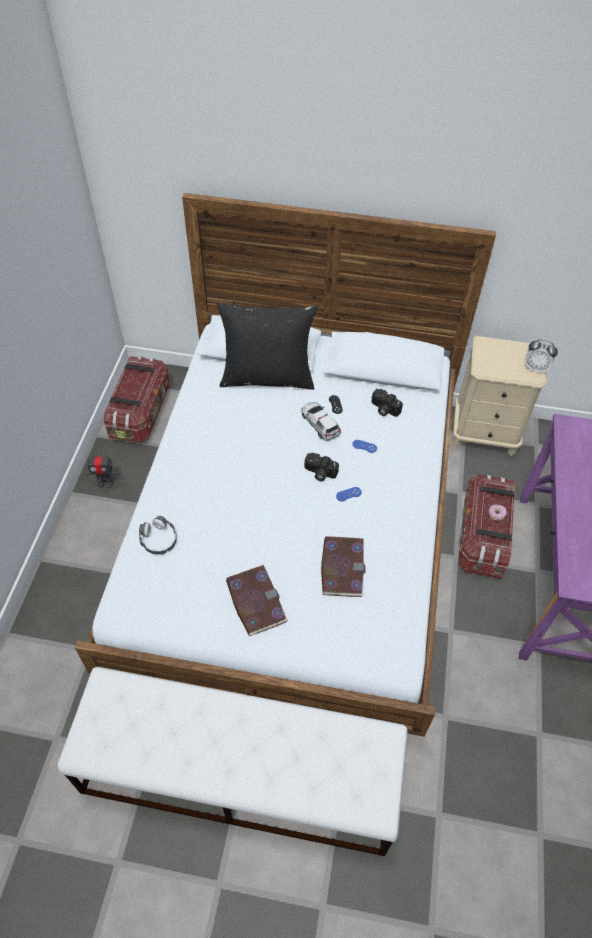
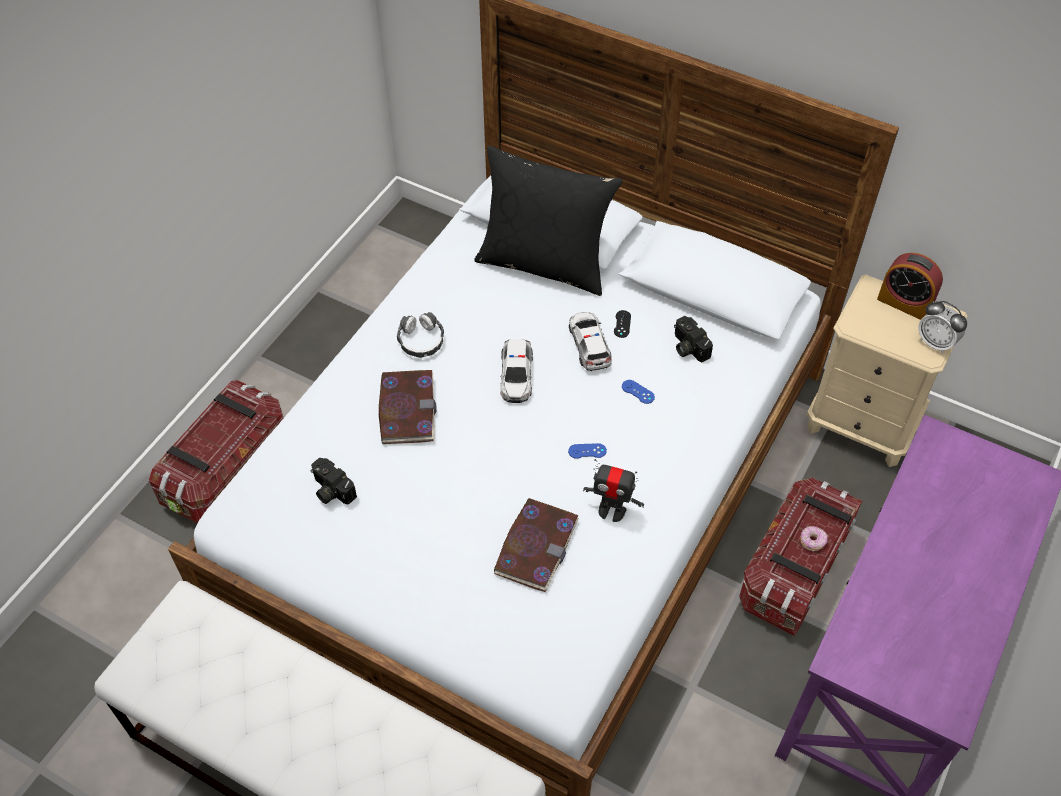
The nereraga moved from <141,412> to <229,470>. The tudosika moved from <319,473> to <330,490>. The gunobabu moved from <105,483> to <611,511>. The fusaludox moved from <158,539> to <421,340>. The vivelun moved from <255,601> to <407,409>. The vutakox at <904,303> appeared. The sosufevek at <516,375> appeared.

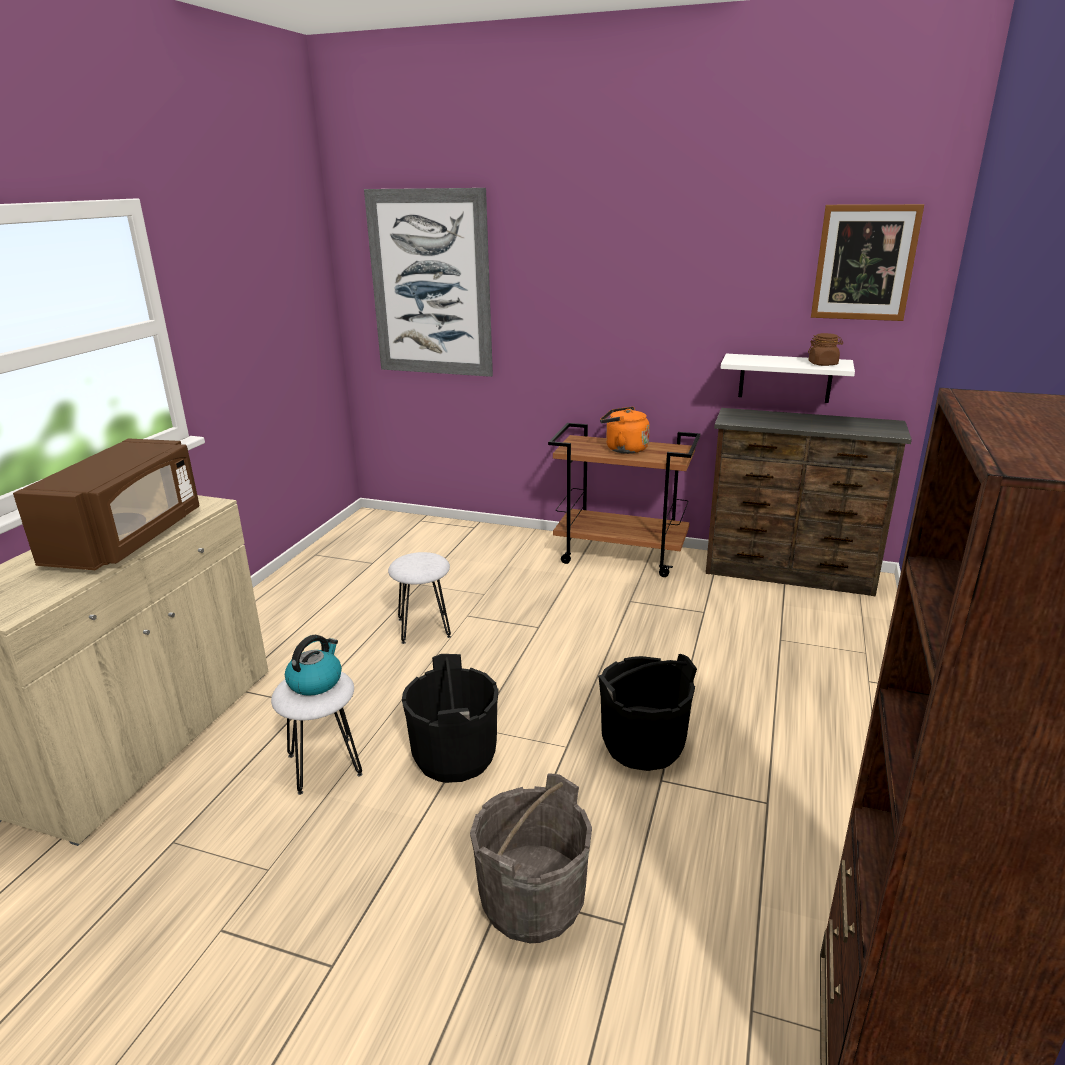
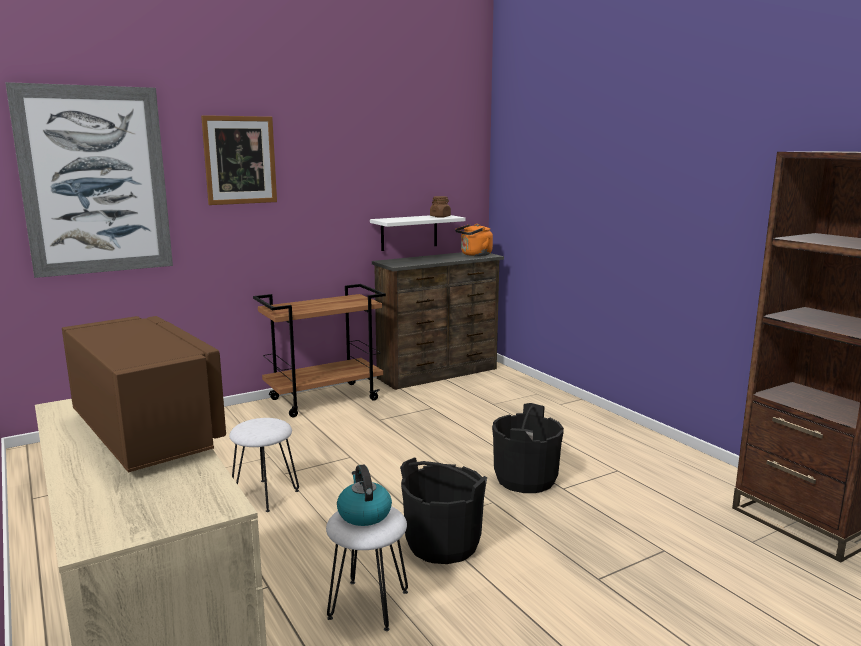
The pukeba moved from <864,263> to <240,160>. The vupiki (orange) moved from <623,449> to <474,255>. The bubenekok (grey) at <533,901> disappeared.

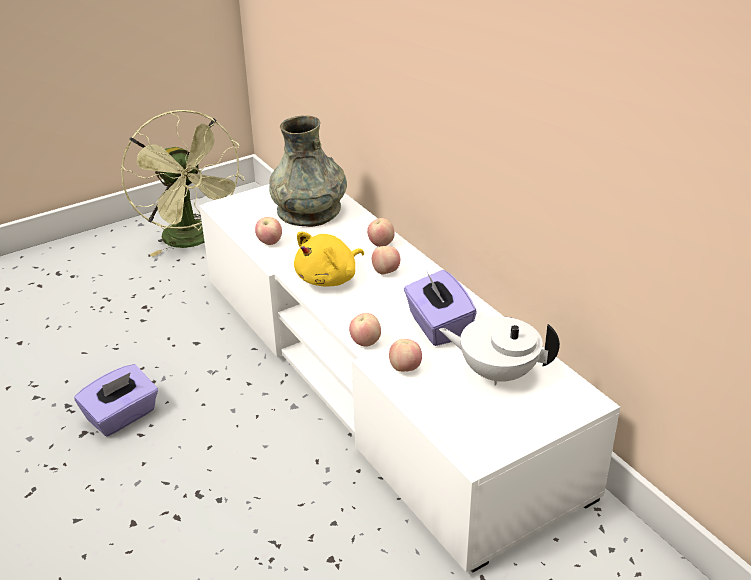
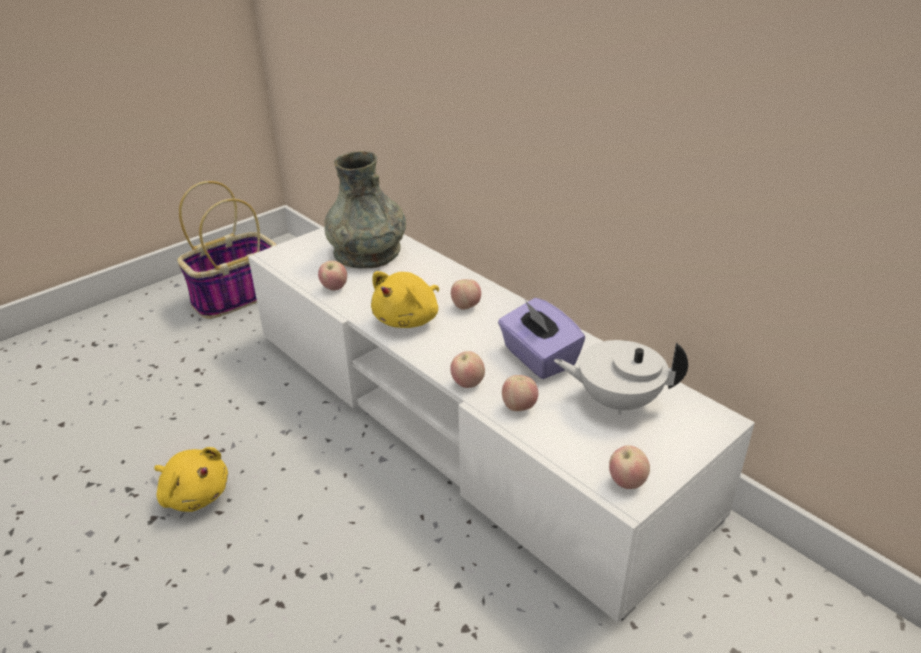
The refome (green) at <194,240> was replaced by the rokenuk at <237,296>. The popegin moved from <381,244> to <626,482>. The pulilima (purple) at <122,416> was replaced by the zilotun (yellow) at <194,494>.

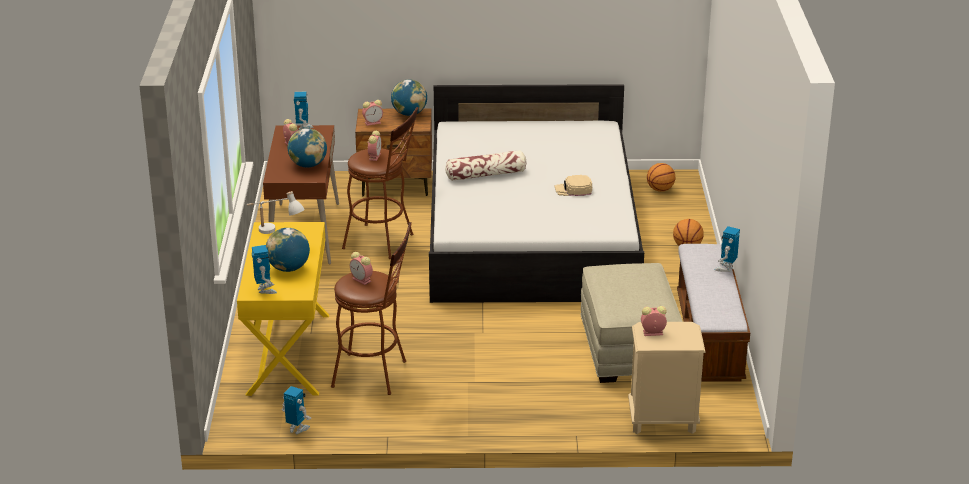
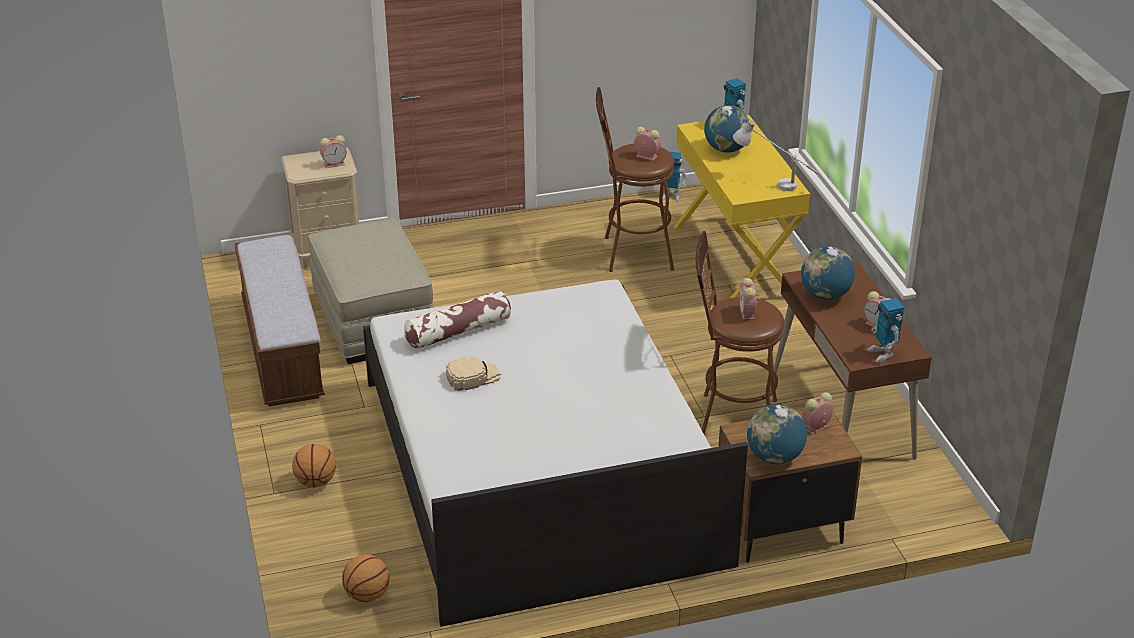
The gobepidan moved from <486,174> to <458,331>. The gunobabu at <726,268> disappeared.

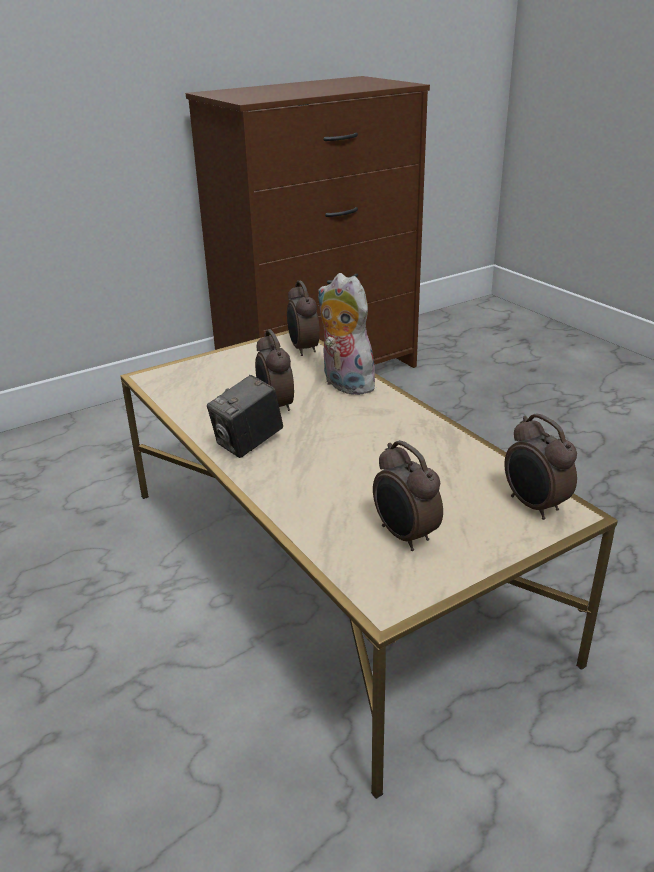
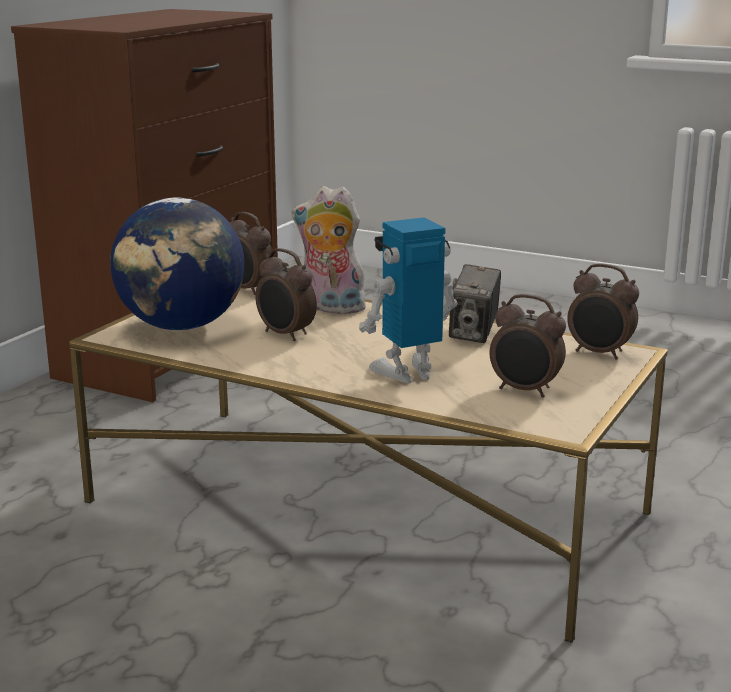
The tudosika moved from <248,444> to <473,334>. The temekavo at <182,327> appeared. The gunobabu at <407,373> appeared.

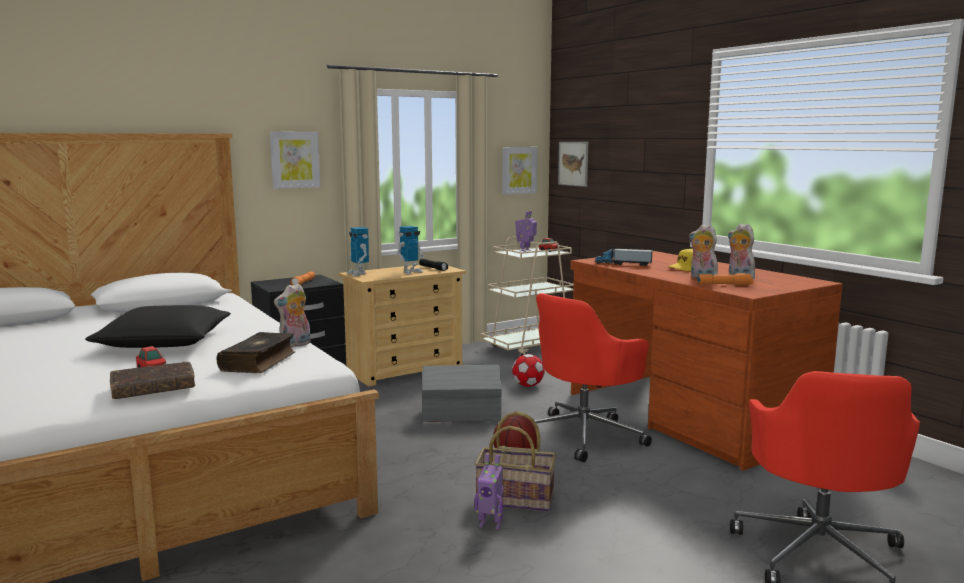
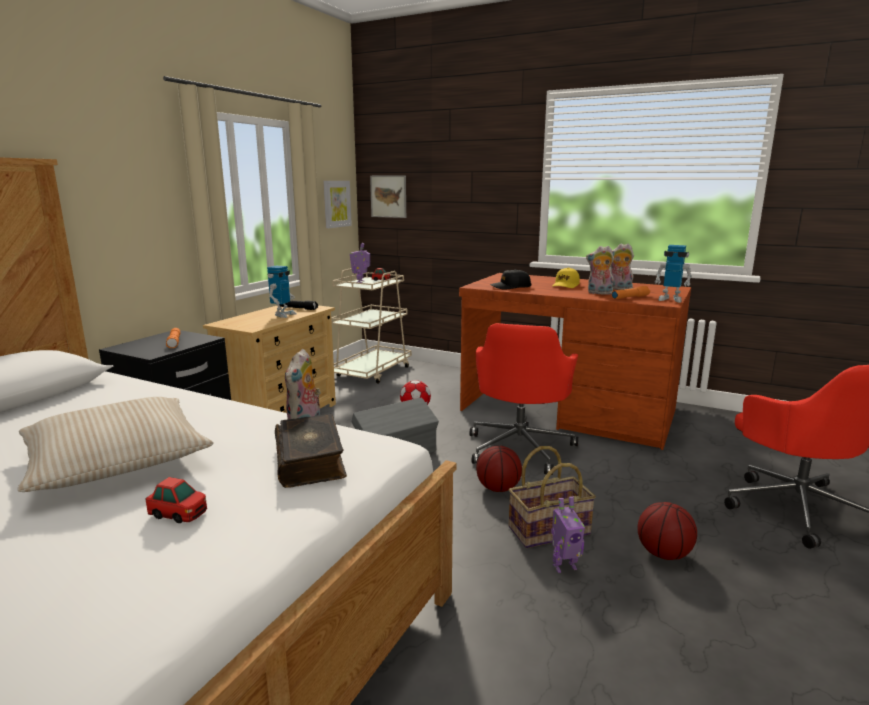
The pukeba at <294,159> disappeared. The gunobabu moved from <358,274> to <670,299>. The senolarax at <623,264> was replaced by the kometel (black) at <510,287>. The gobepidan (black) at <164,342> became the gobepidan (beige) at <116,459>. The vivelun (brown) at <153,389> disappeared. The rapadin at <664,554> appeared.

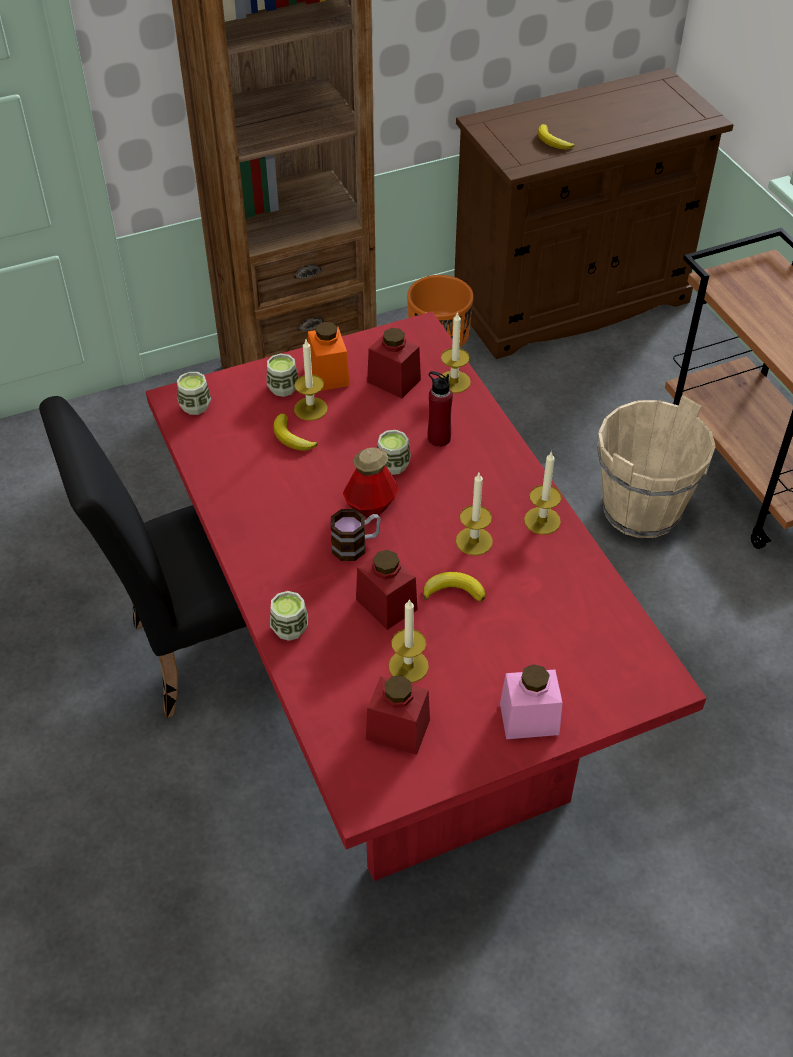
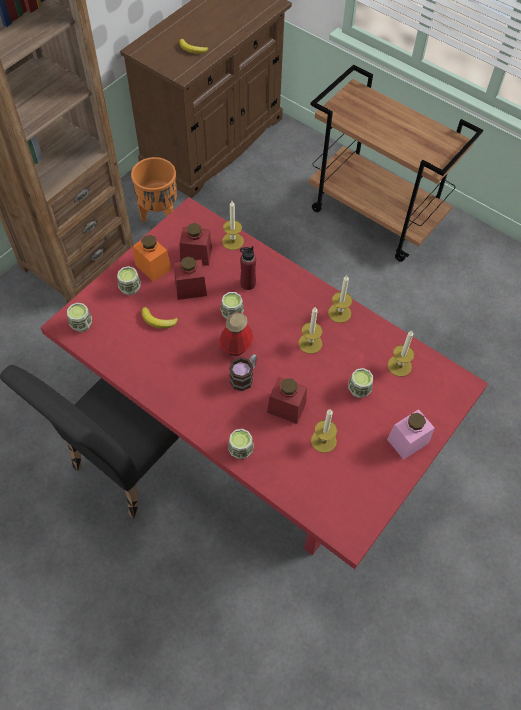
The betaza moved from <310,409> to <399,366>. The bubenekok (beige) at <641,510> disappeared. The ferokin at <453,591> disappeared. The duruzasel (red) moved from <398,730> to <190,288>. The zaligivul at <359,389> appeared.

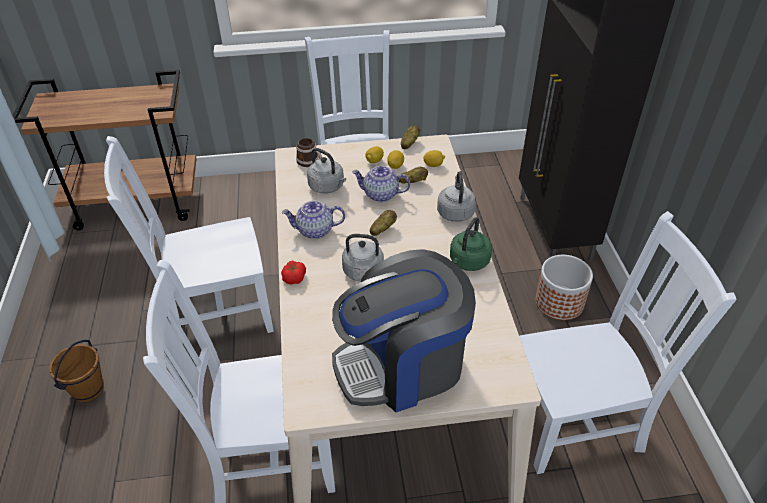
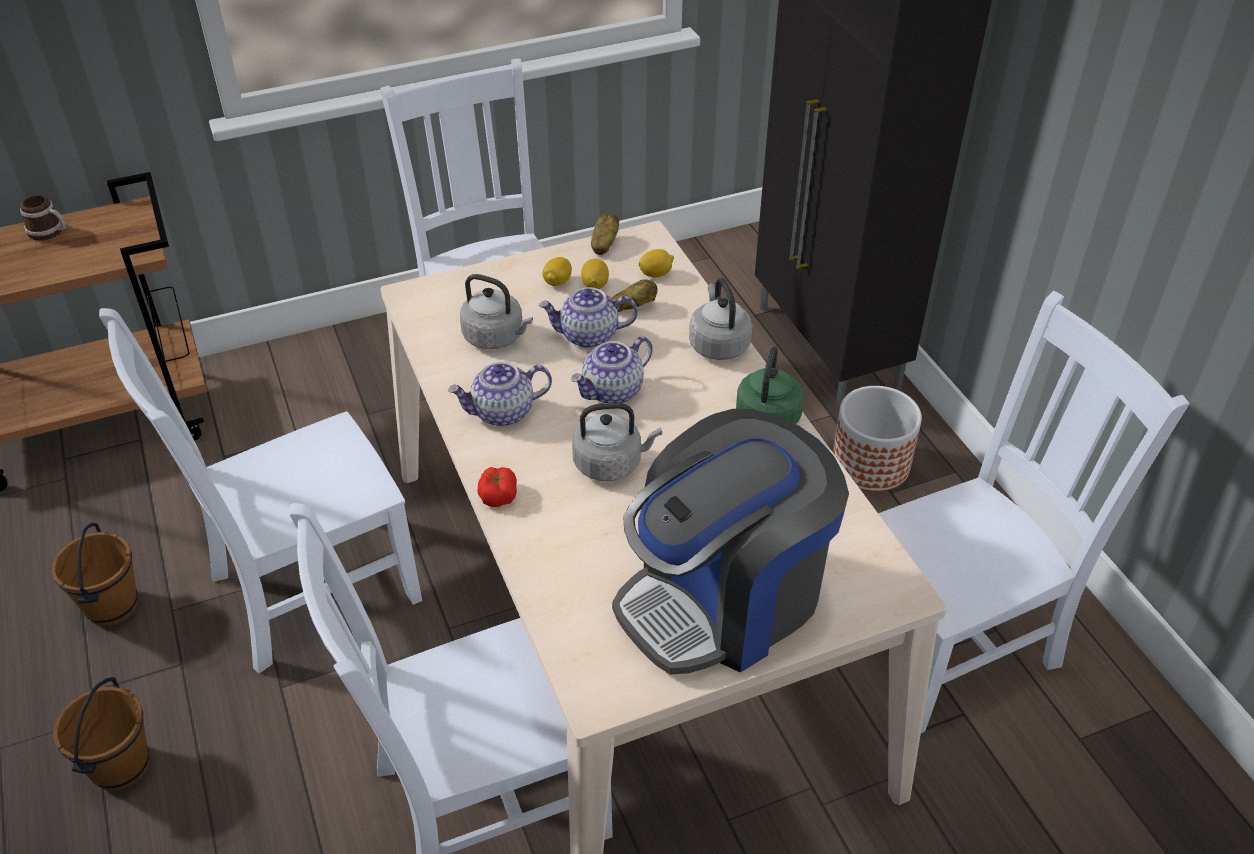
The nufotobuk moved from <310,162> to <50,232>. The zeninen at <382,229> was replaced by the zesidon at <613,392>. The bubenekok (brown) at <111,607> appeared.

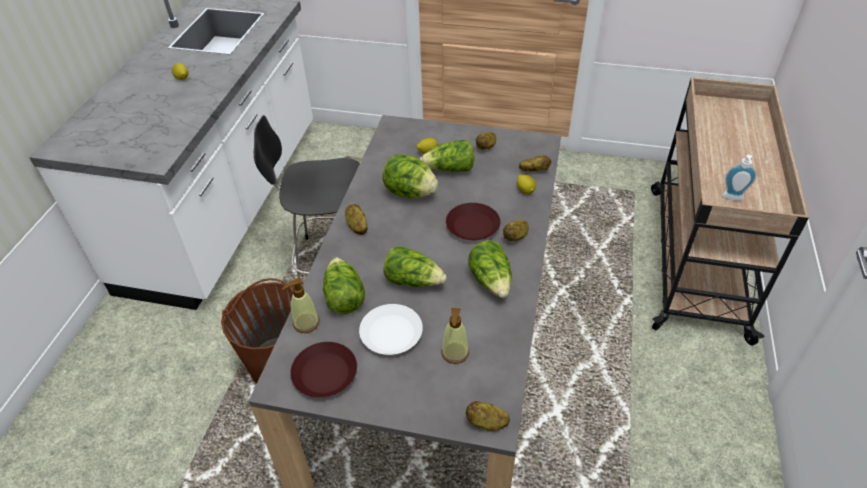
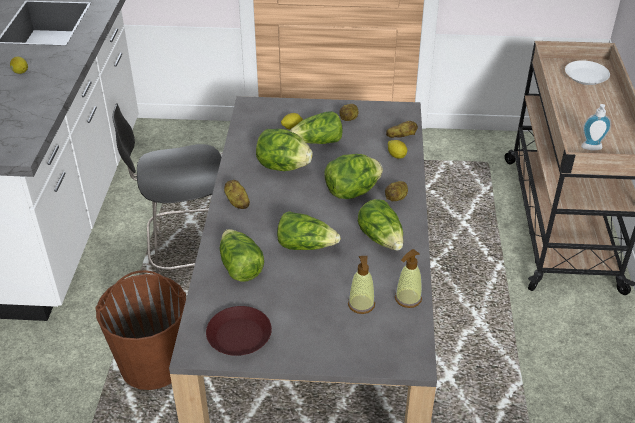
The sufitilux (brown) at <472,226> was replaced by the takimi at <352,192>. The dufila moved from <306,323> to <408,298>. The sufitilux (white) moved from <390,333> to <585,77>. The zeninen at <487,423> disappeared.

